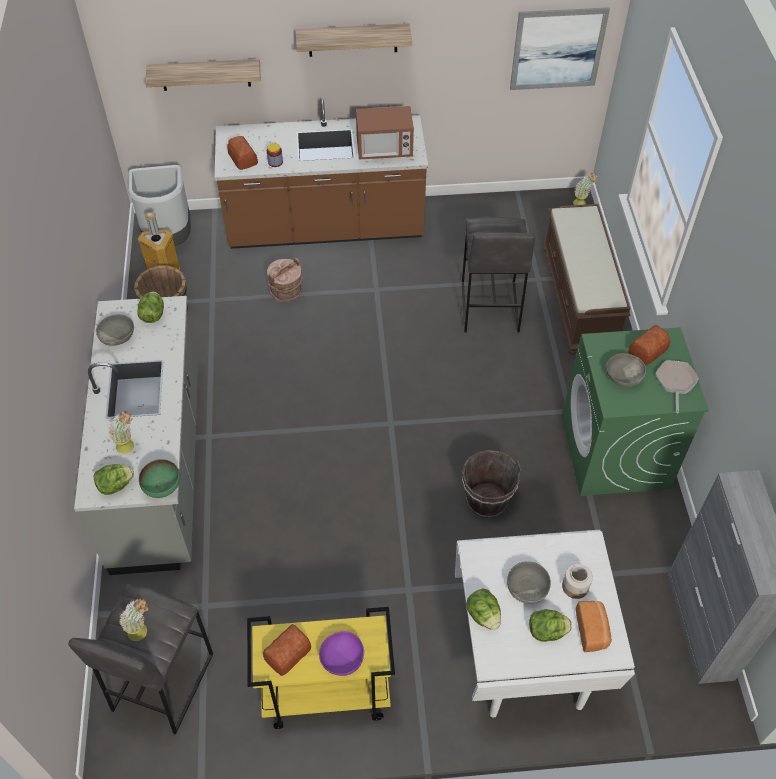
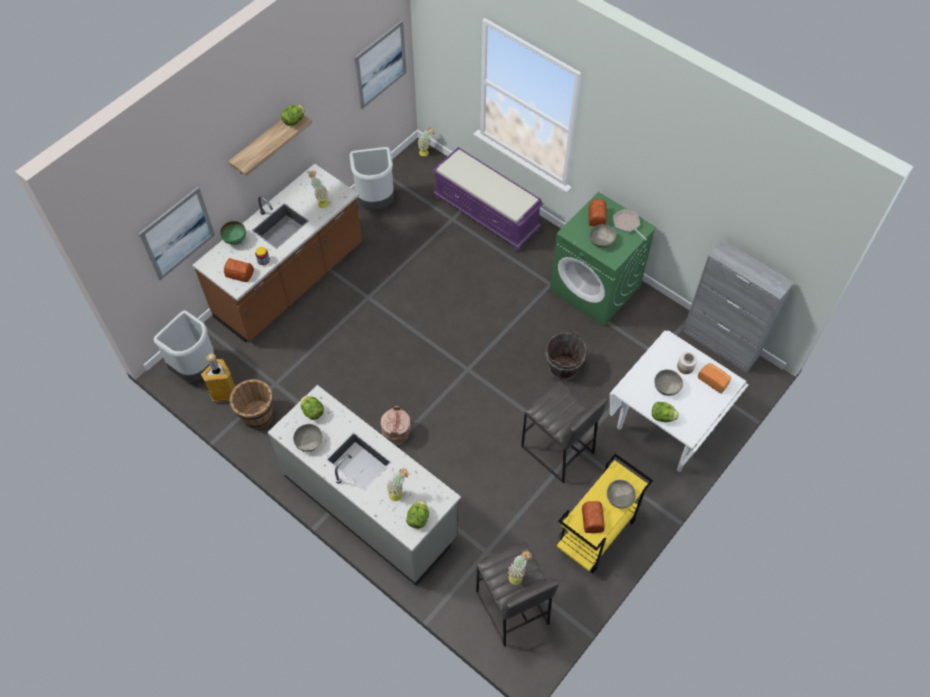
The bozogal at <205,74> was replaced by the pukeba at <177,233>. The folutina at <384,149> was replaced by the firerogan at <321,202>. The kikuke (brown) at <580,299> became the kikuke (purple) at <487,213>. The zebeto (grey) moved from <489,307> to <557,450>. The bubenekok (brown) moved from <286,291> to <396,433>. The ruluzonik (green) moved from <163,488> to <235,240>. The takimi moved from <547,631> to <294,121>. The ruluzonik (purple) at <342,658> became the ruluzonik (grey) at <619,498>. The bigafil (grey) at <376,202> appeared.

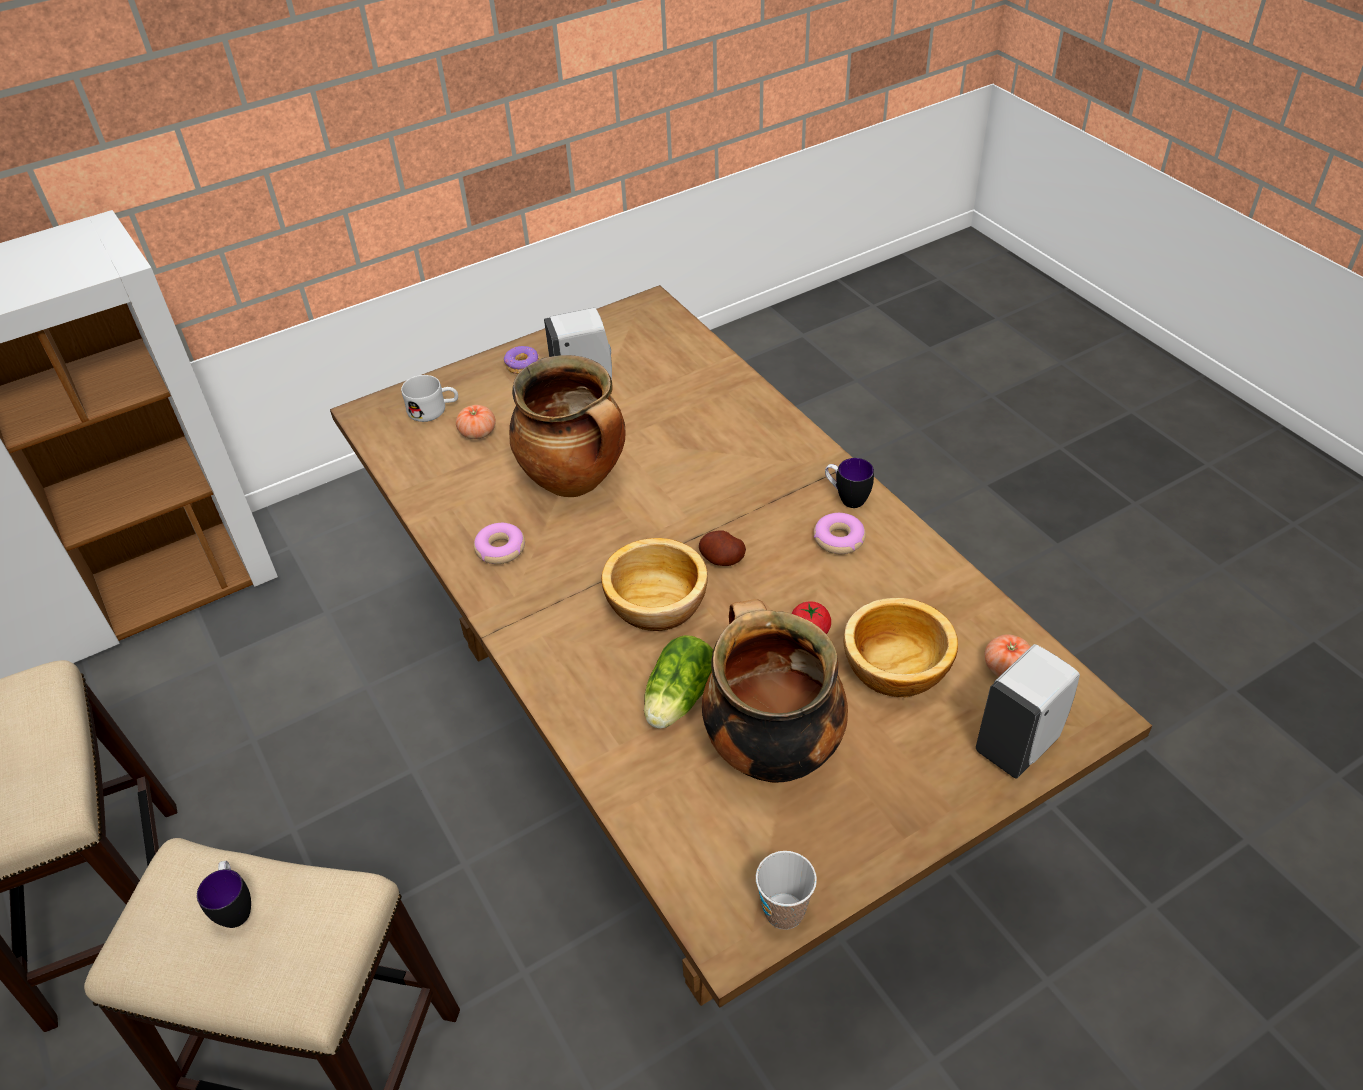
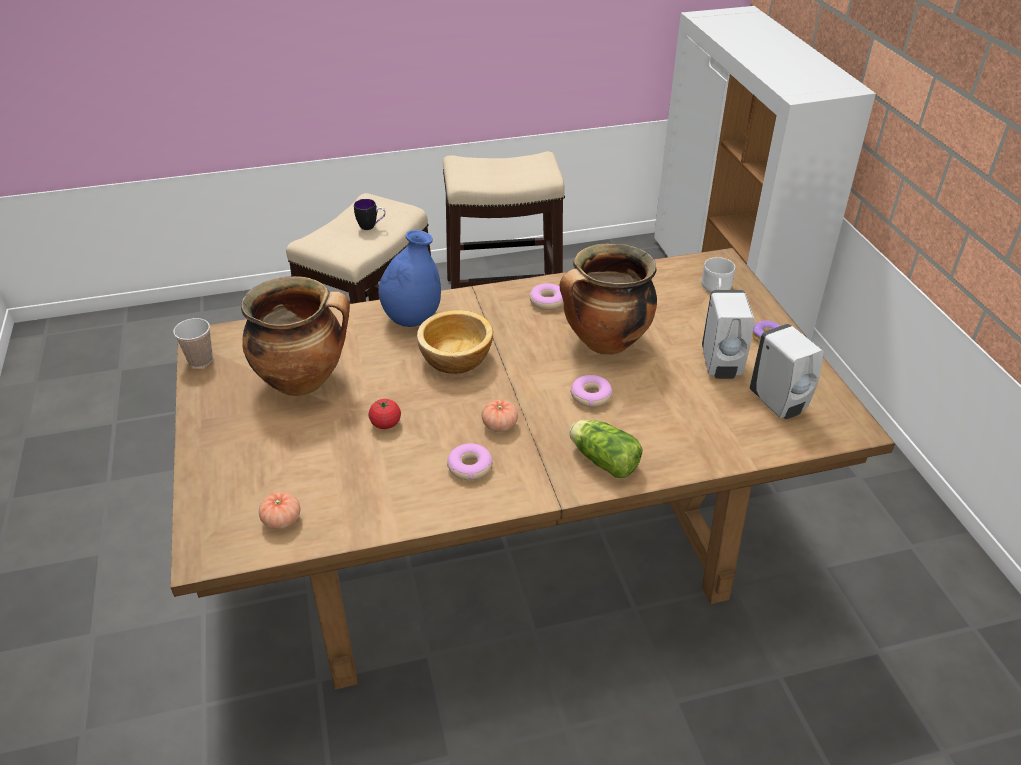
The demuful moved from <477,432> to <499,425>. The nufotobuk at <846,498> disappeared. The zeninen at <722,559> disappeared. The ruluzonik at <894,670> disappeared. The takimi moved from <677,700> to <602,459>. The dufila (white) moved from <1018,744> to <779,404>. The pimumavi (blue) at <412,318> appeared. The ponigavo at <590,396> appeared.

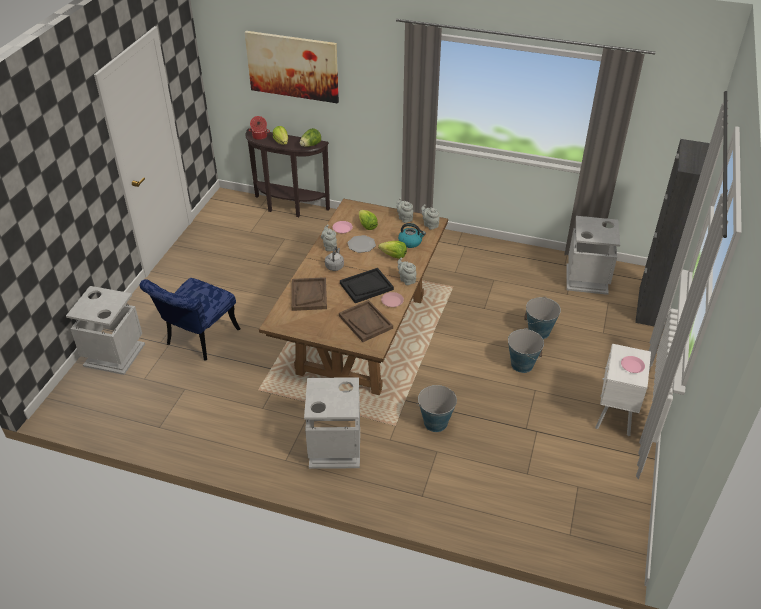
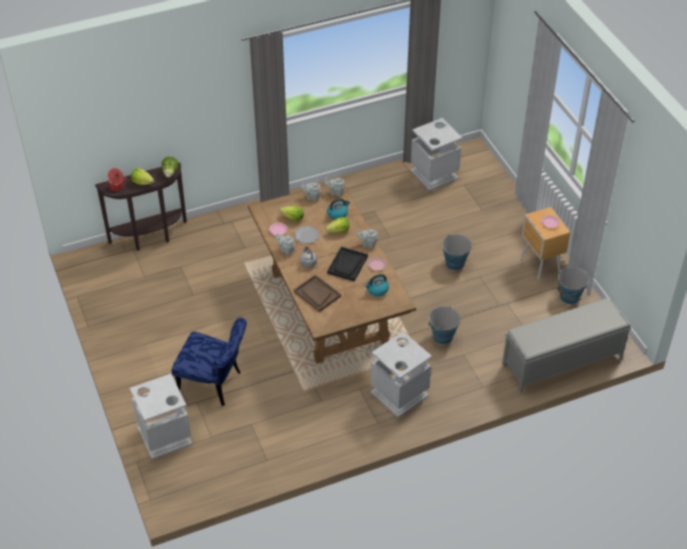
The pukeba at <293,66> disappeared. The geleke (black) at <650,307> disappeared. The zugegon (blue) at <198,340> turned 60 degrees counterclockwise. The bubenekok moved from <539,332> to <569,297>. The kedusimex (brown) at <366,322> was replaced by the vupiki at <377,290>. The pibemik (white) at <613,416> became the pibemik (brown) at <540,265>. The kikuke (grey) at <561,361> appeared.

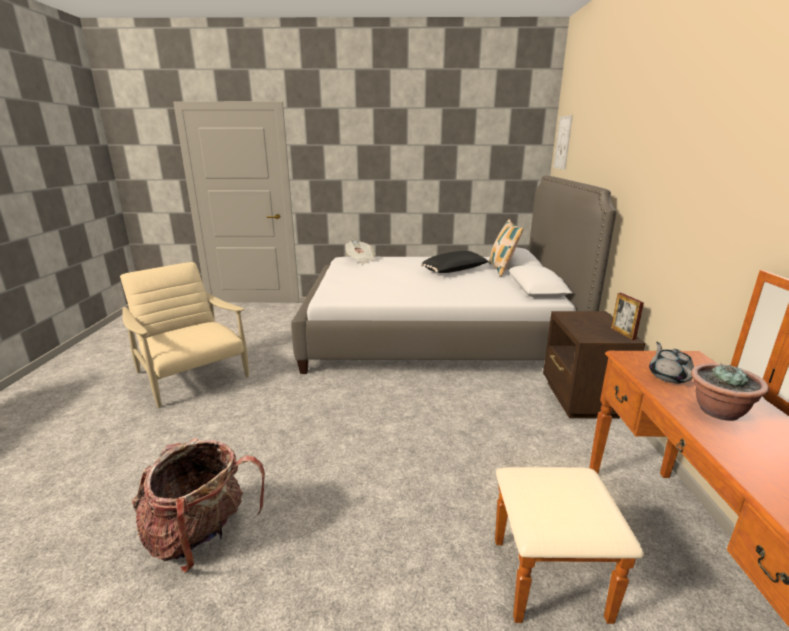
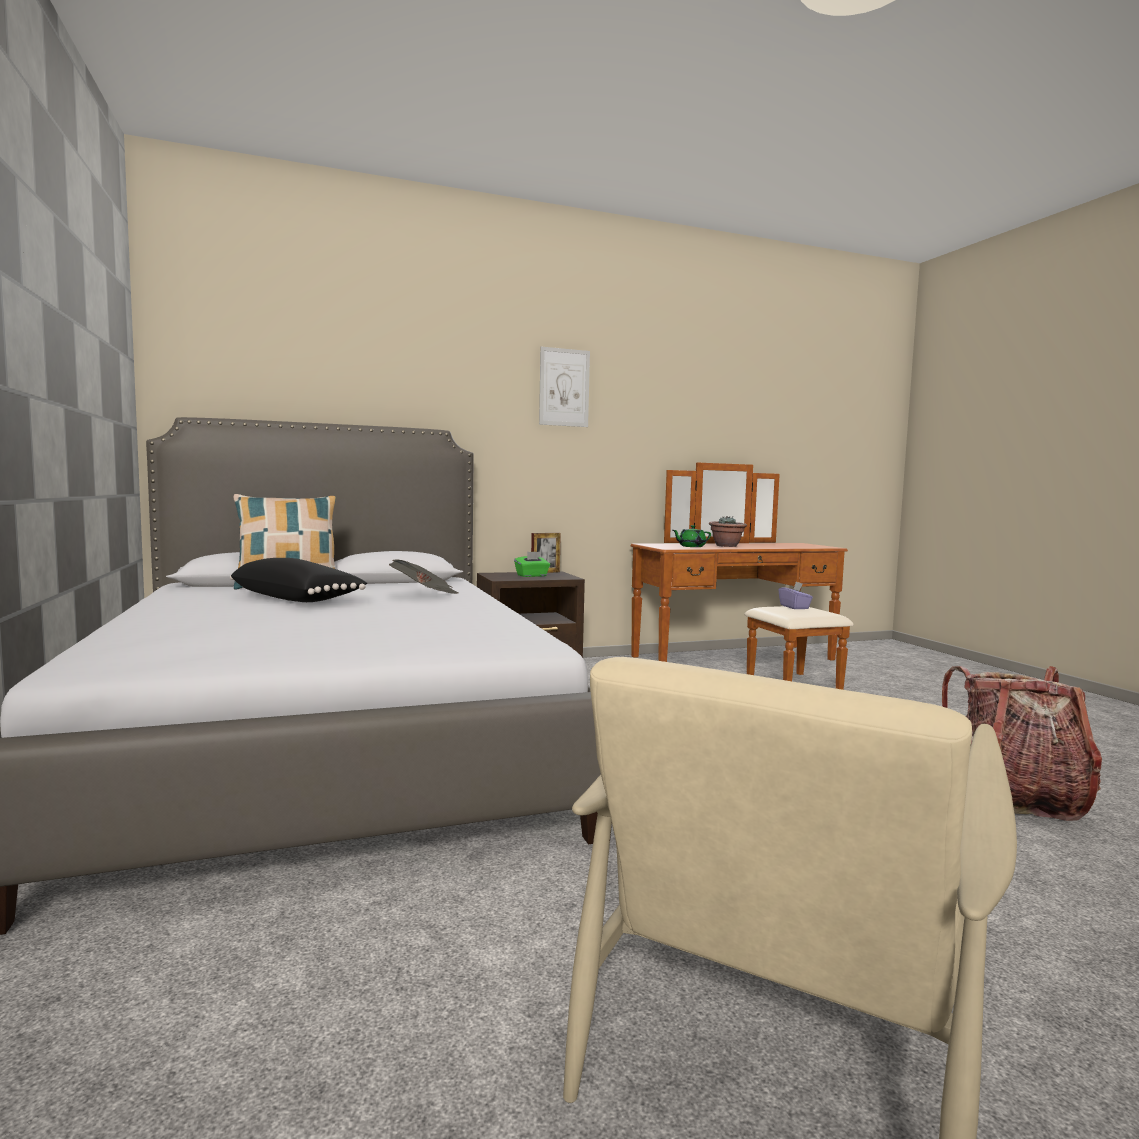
The pukeba moved from <563,142> to <564,387>. The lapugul moved from <360,260> to <425,596>. The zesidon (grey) at <669,376> became the zesidon (green) at <691,546>. The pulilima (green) at <532,576> appeared. The pulilima (purple) at <794,607> appeared.

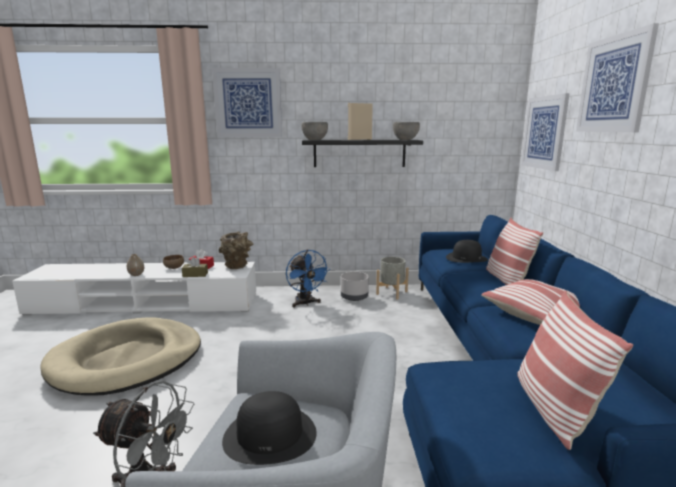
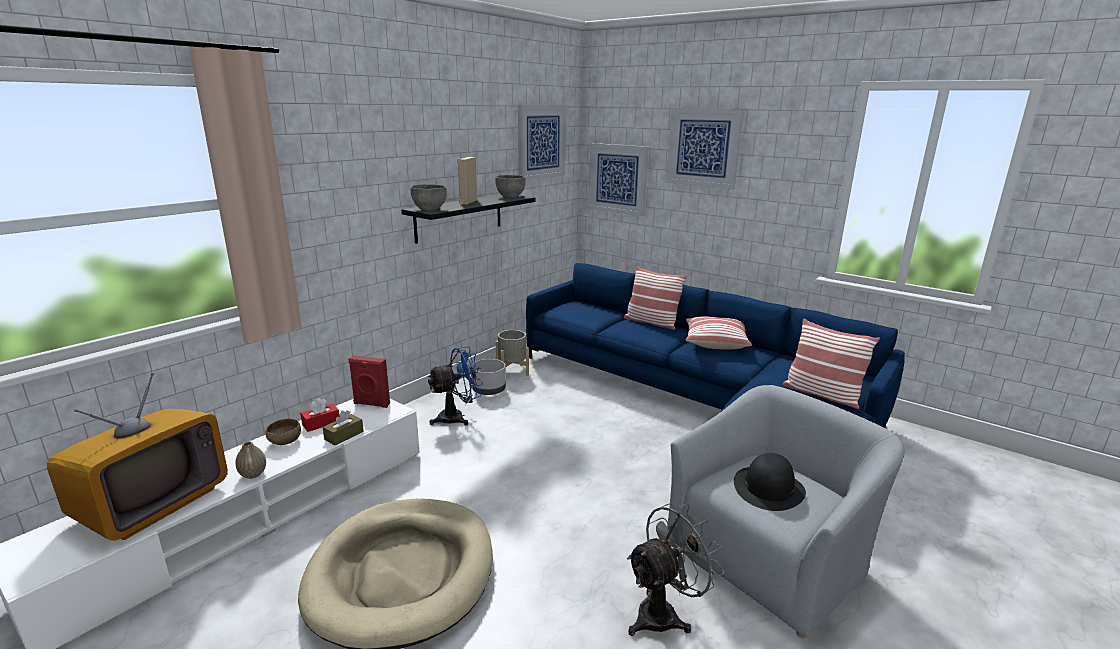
The pukeba moved from <248,103> to <541,142>. The pimumavi (brown) at <237,267> was replaced by the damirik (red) at <371,404>. The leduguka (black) at <466,258> disappeared. The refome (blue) at <305,303> turned 45 degrees counterclockwise. The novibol at <152,503> appeared.

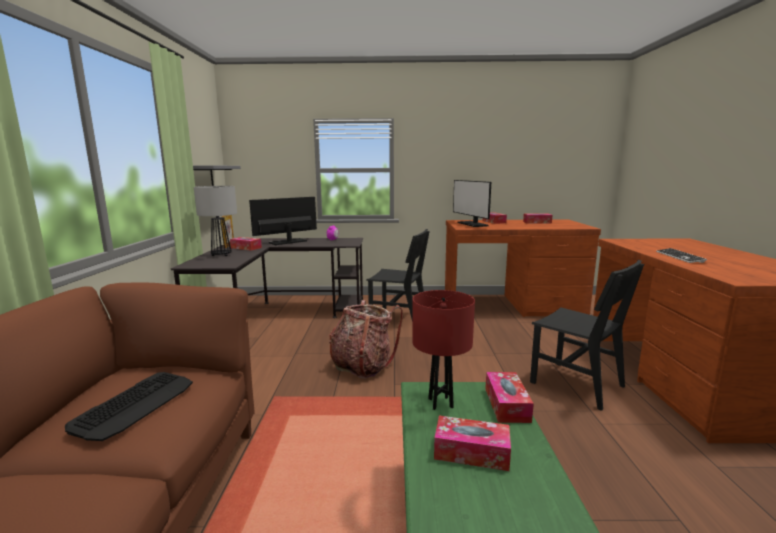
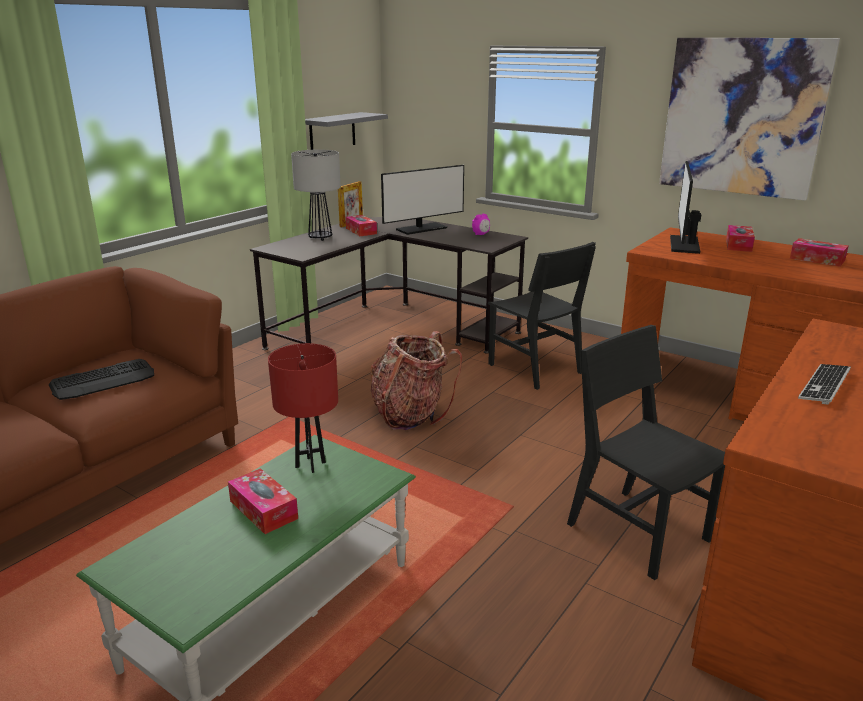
The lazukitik at <288,242> turned 150 degrees clockwise. The zugegon (black) at <576,384> turned 150 degrees clockwise. The pulilima at <507,404> disappeared. The pukeba at <742,117> appeared.

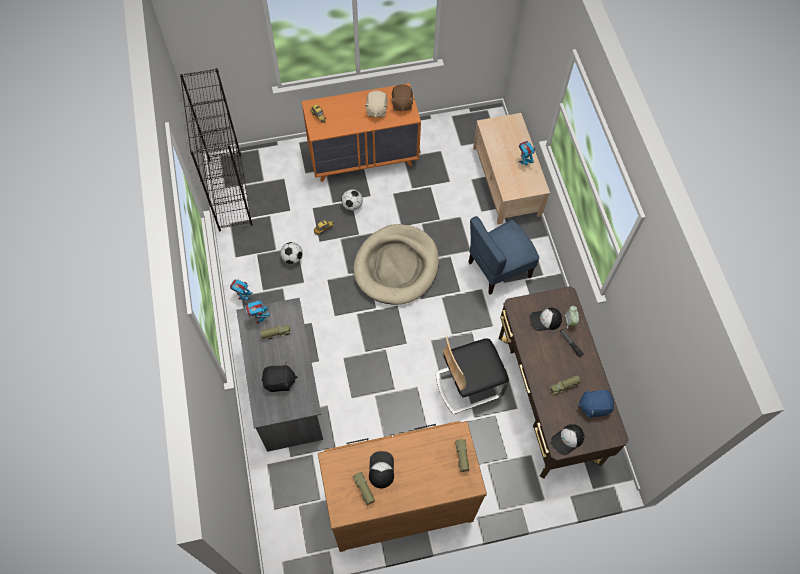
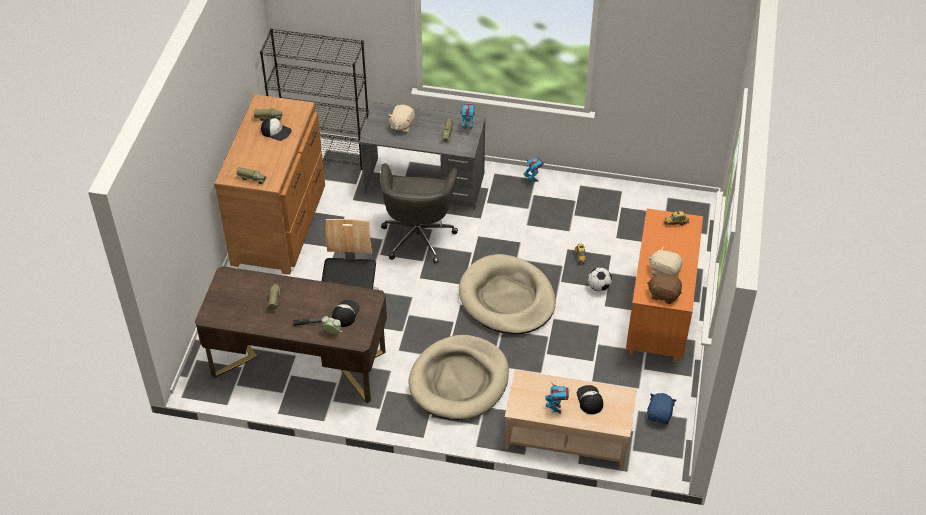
The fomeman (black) moved from <229,191> to <323,151>. The zugegon (blue) at <498,269> was replaced by the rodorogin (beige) at <459,380>. The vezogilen at <292,258> disappeared. The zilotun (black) at <279,382> became the zilotun (beige) at <402,125>. The zilotun (blue) moved from <594,406> to <659,415>. The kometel moved from <567,440> to <589,400>. The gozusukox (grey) at <418,236> appeared.

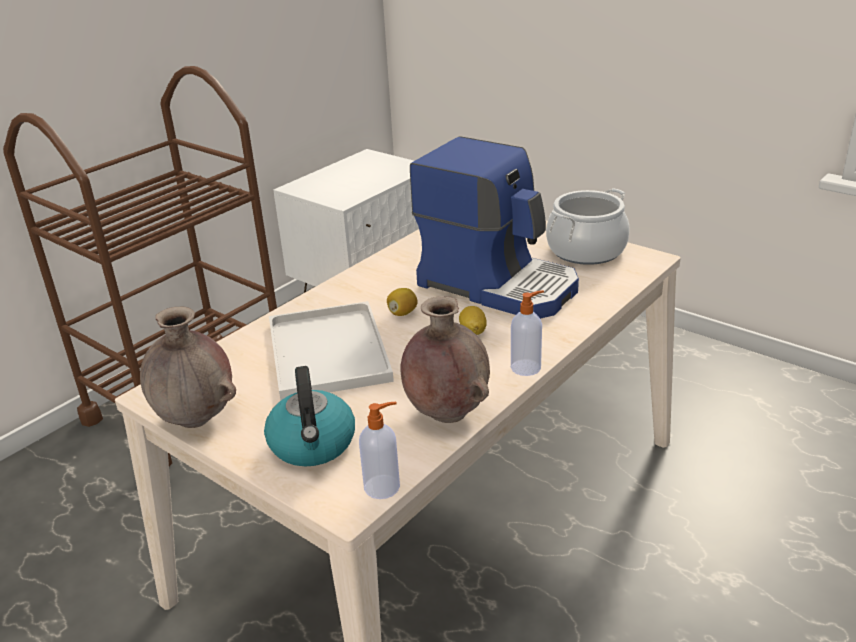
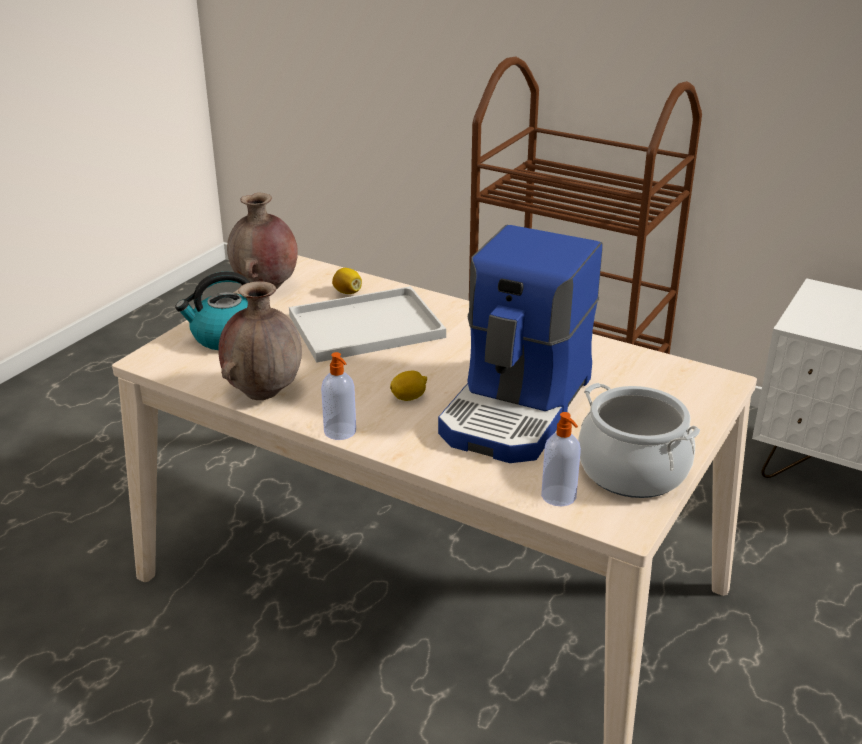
The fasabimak moved from <402,313> to <347,292>. The dufila moved from <383,486> to <559,497>.

